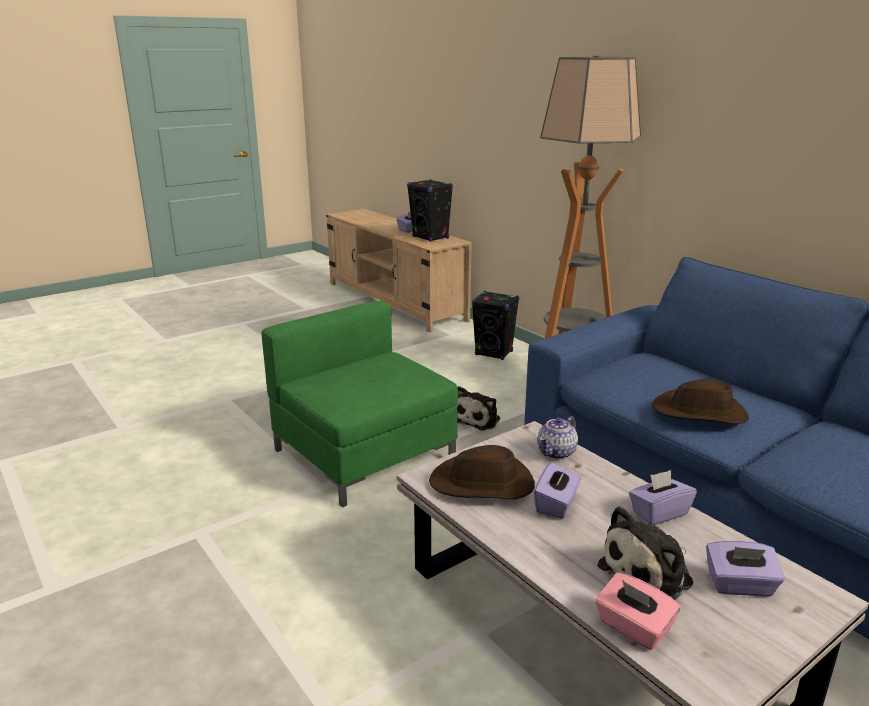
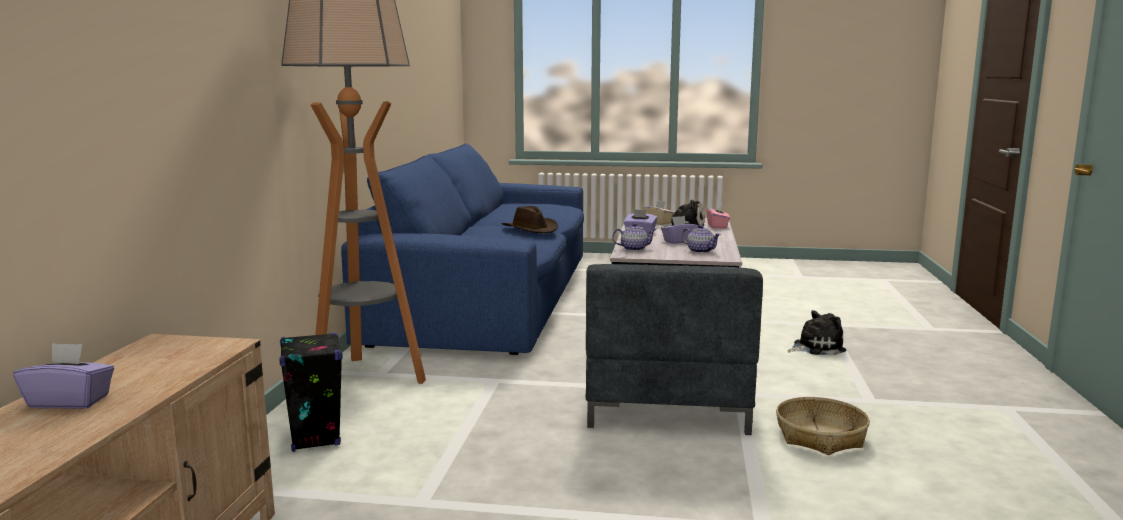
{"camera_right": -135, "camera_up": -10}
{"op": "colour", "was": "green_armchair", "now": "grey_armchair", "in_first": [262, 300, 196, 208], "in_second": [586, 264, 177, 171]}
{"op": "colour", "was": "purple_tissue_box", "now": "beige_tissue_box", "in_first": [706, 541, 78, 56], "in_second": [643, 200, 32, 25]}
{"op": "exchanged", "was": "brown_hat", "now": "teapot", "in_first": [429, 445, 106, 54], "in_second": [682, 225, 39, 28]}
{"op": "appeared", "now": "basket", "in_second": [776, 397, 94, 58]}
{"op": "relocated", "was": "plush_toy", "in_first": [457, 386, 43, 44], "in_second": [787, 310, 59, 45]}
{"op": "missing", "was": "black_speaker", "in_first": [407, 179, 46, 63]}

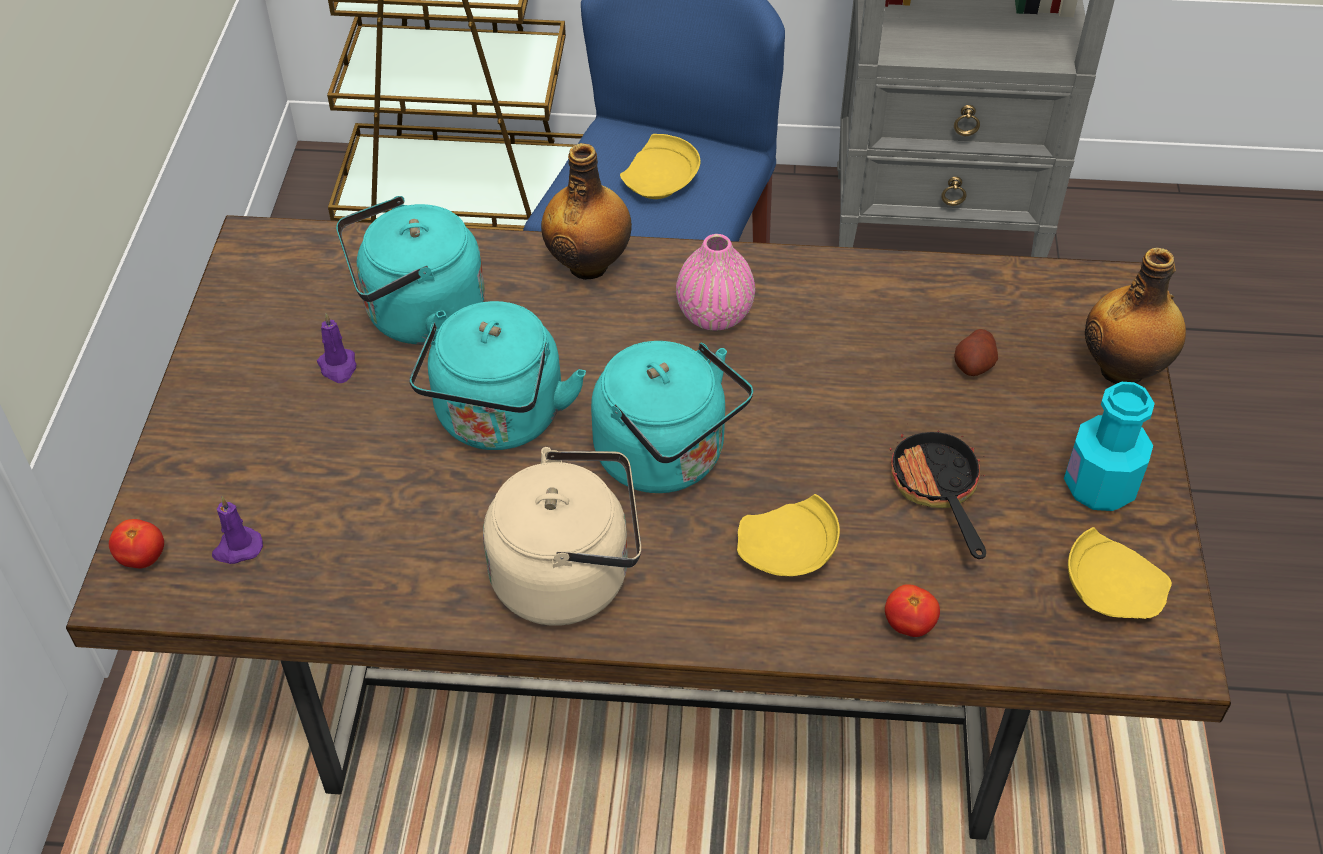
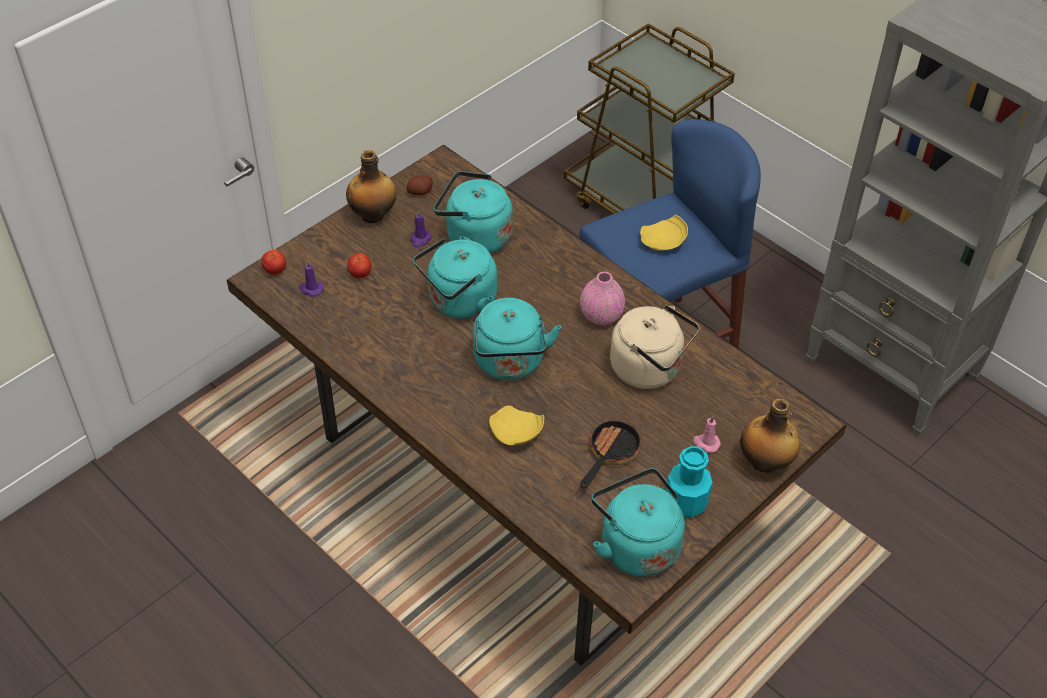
{"camera_right": 40, "camera_up": 0}
{"op": "relocated", "was": "bottle", "in_first": [541, 143, 91, 137], "in_second": [346, 150, 51, 73]}
{"op": "relocated", "was": "tomato", "in_first": [885, 584, 55, 53], "in_second": [347, 253, 25, 25]}
{"op": "relocated", "was": "potato", "in_first": [954, 329, 44, 47], "in_second": [407, 175, 26, 20]}
{"op": "exchanged", "was": "yellow_plate", "now": "turquoise_kettle", "in_first": [1068, 527, 104, 92], "in_second": [591, 468, 94, 109]}
{"op": "relocated", "was": "beige_kettle", "in_first": [483, 447, 158, 179], "in_second": [610, 305, 90, 84]}
{"op": "appeared", "now": "pink_candle", "in_second": [693, 416, 28, 37]}

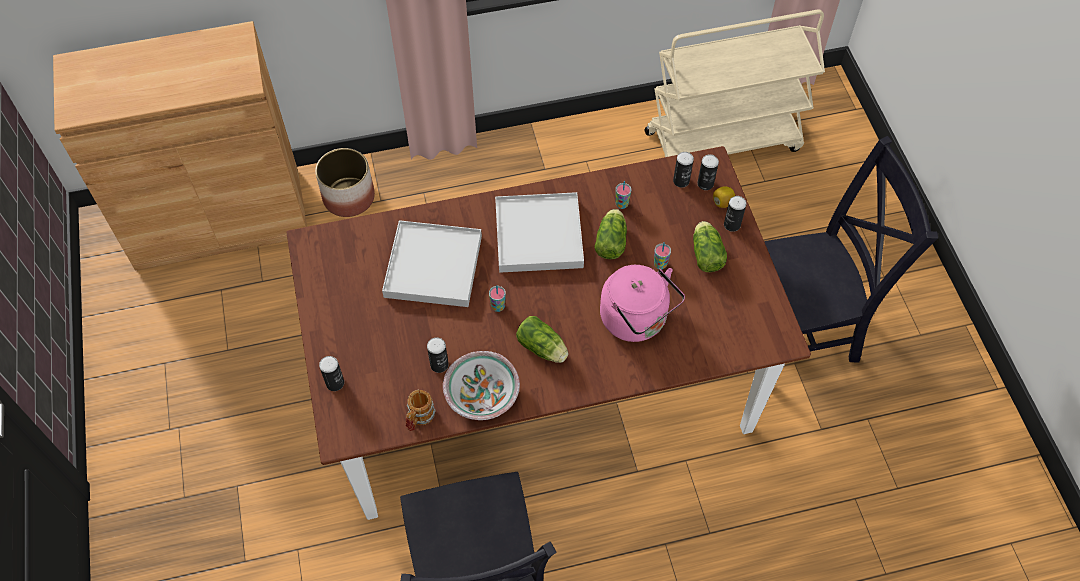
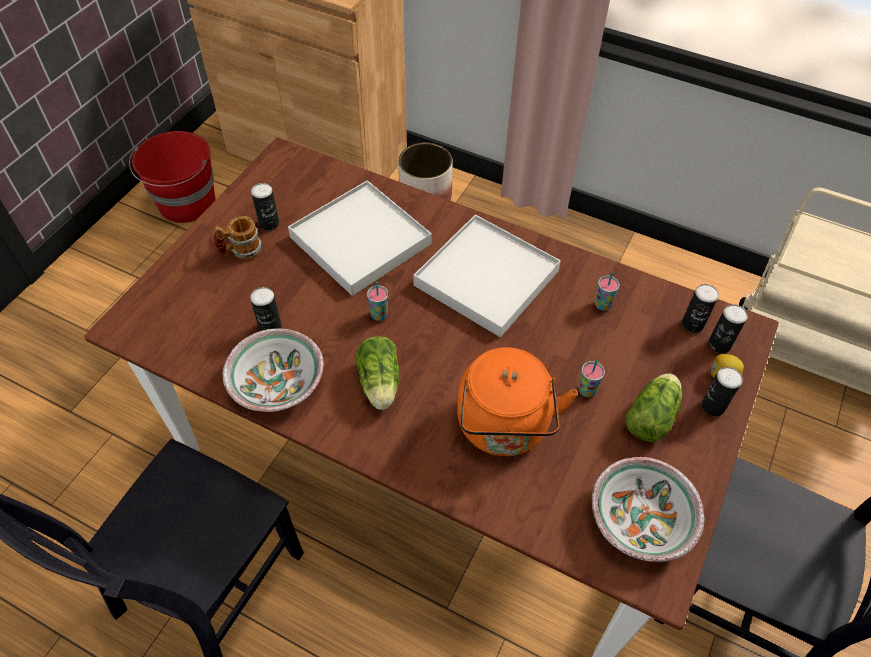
{"camera_right": 40, "camera_up": -5}
{"op": "appeared", "now": "red_bucket", "in_second": [129, 131, 87, 92]}
{"op": "relocated", "was": "mug", "in_first": [406, 390, 30, 41], "in_second": [214, 216, 48, 44]}
{"op": "relocated", "was": "can", "in_first": [319, 356, 25, 35], "in_second": [251, 183, 28, 48]}
{"op": "colour", "was": "pink_kettle", "now": "orange_kettle", "in_first": [600, 265, 85, 77], "in_second": [457, 347, 121, 109]}
{"op": "appeared", "now": "bowl", "in_second": [592, 457, 112, 105]}
{"op": "missing", "was": "lettuce", "in_first": [595, 209, 32, 50]}

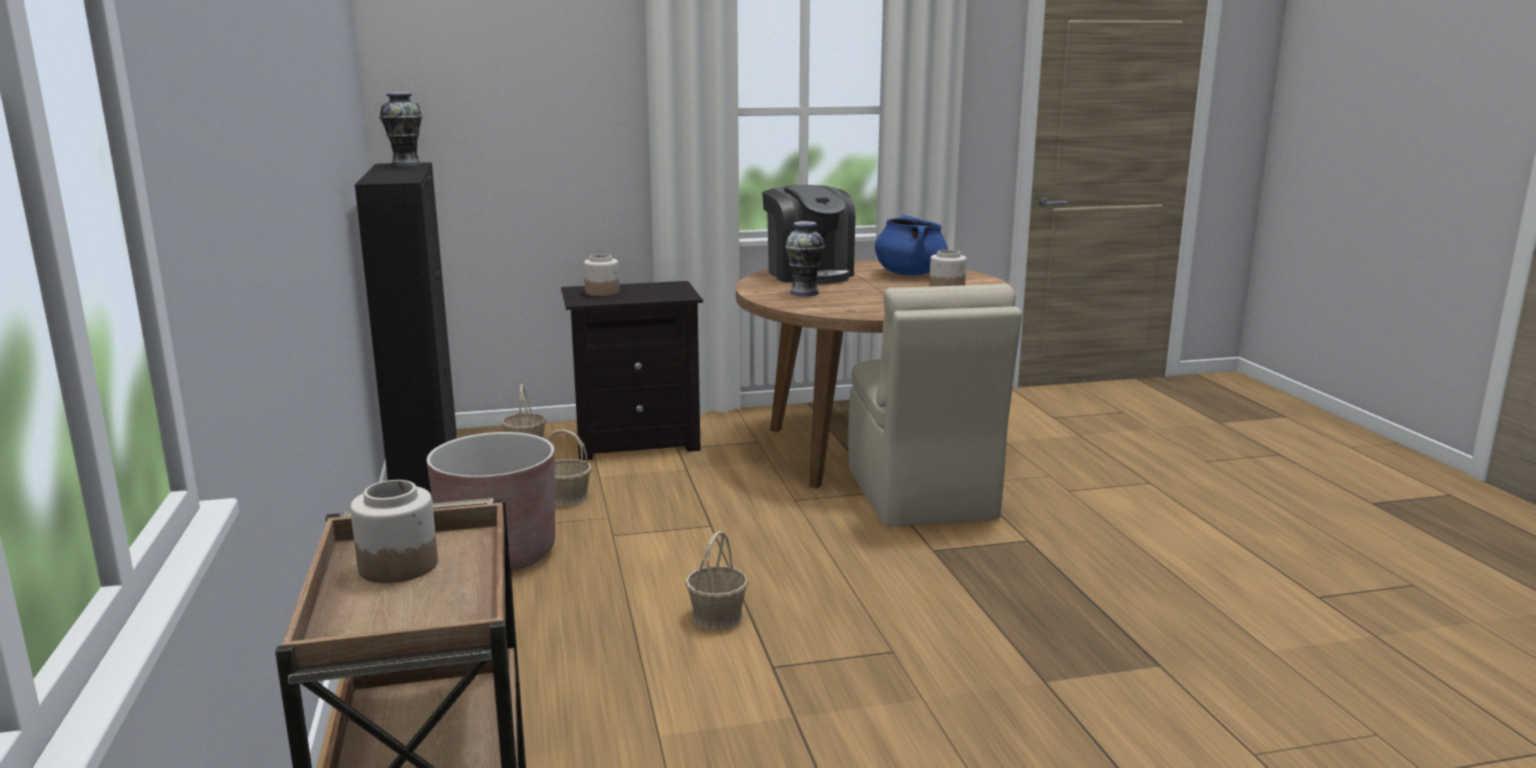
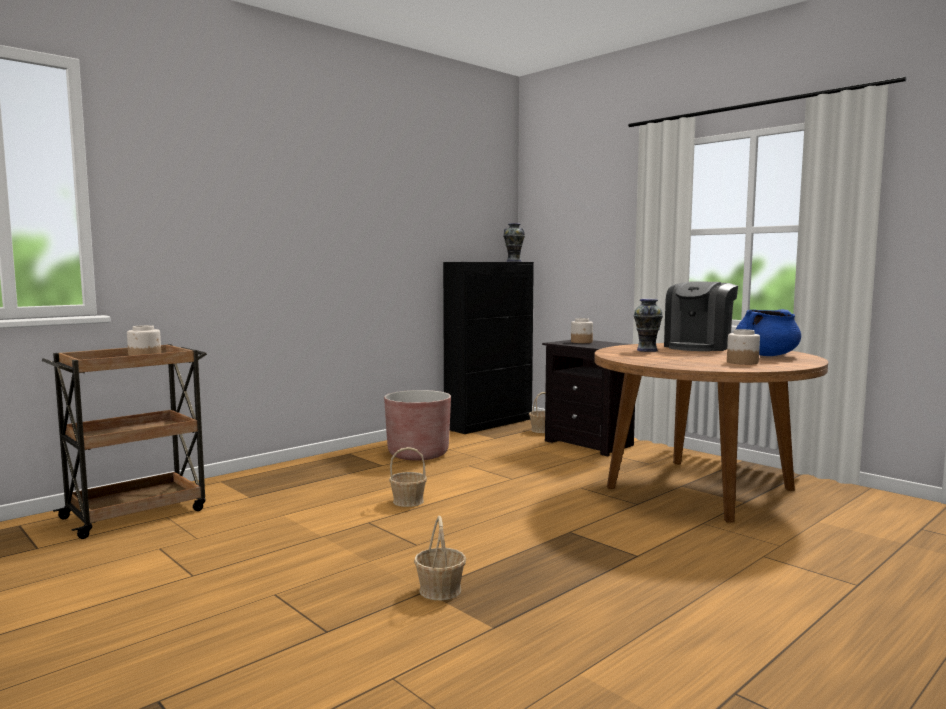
{"camera_right": 60, "camera_up": -10}
{"op": "relocated", "was": "basket", "in_first": [547, 429, 45, 77], "in_second": [414, 516, 52, 84]}
{"op": "missing", "was": "beige_chair", "in_first": [848, 284, 174, 243]}

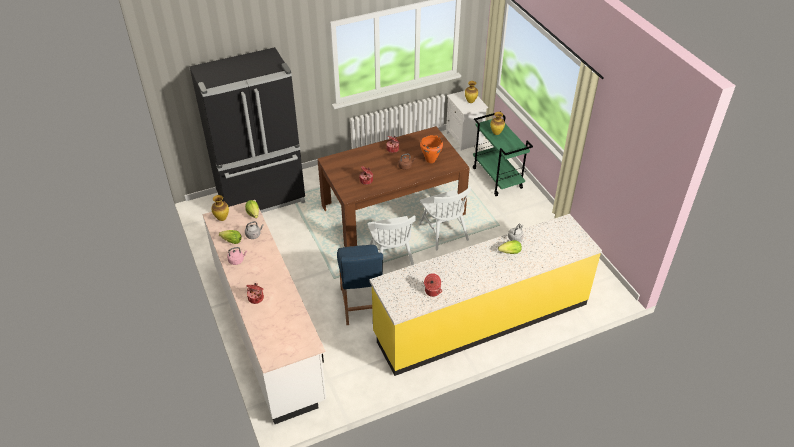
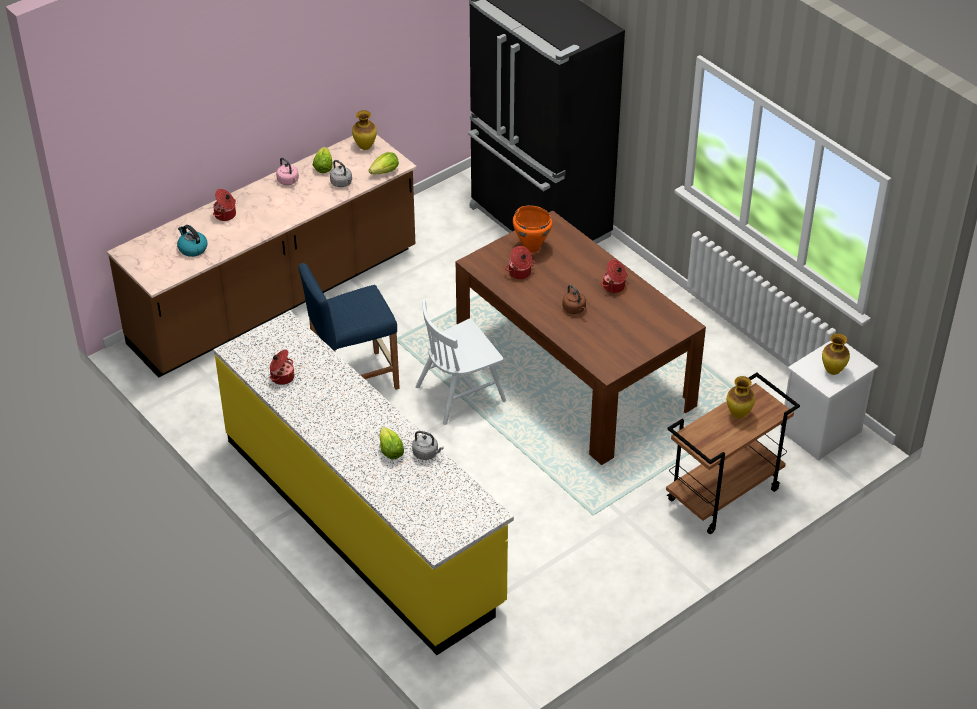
{"camera_right": 75, "camera_up": 0}
{"op": "colour", "was": "white_counter", "now": "brown_counter", "in_first": [203, 200, 123, 224], "in_second": [107, 135, 310, 242]}
{"op": "appeared", "now": "kettle", "in_second": [177, 225, 30, 32]}
{"op": "relocated", "was": "orange_cooking_pot", "in_first": [420, 135, 23, 28], "in_second": [513, 205, 39, 48]}
{"op": "colour", "was": "green_cart", "now": "brown_cart", "in_first": [473, 111, 60, 85], "in_second": [666, 373, 134, 161]}
{"op": "missing", "was": "white_chair", "in_first": [419, 187, 52, 63]}

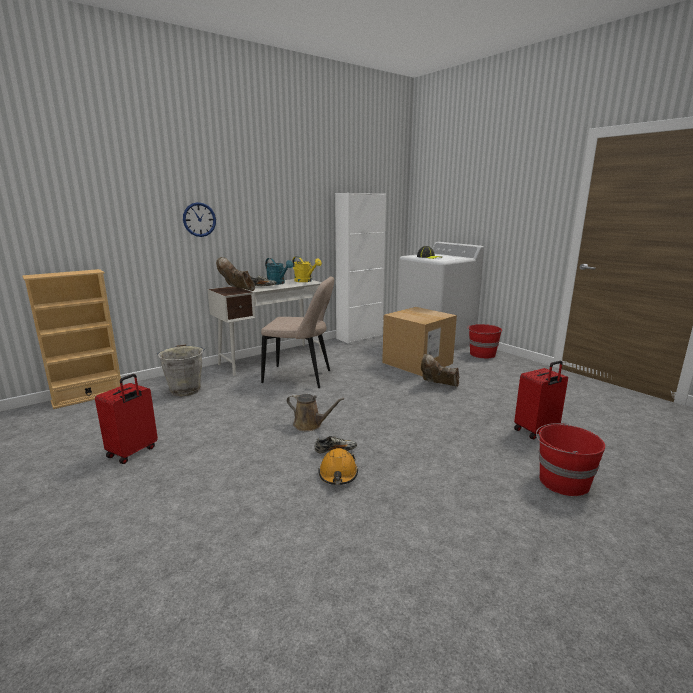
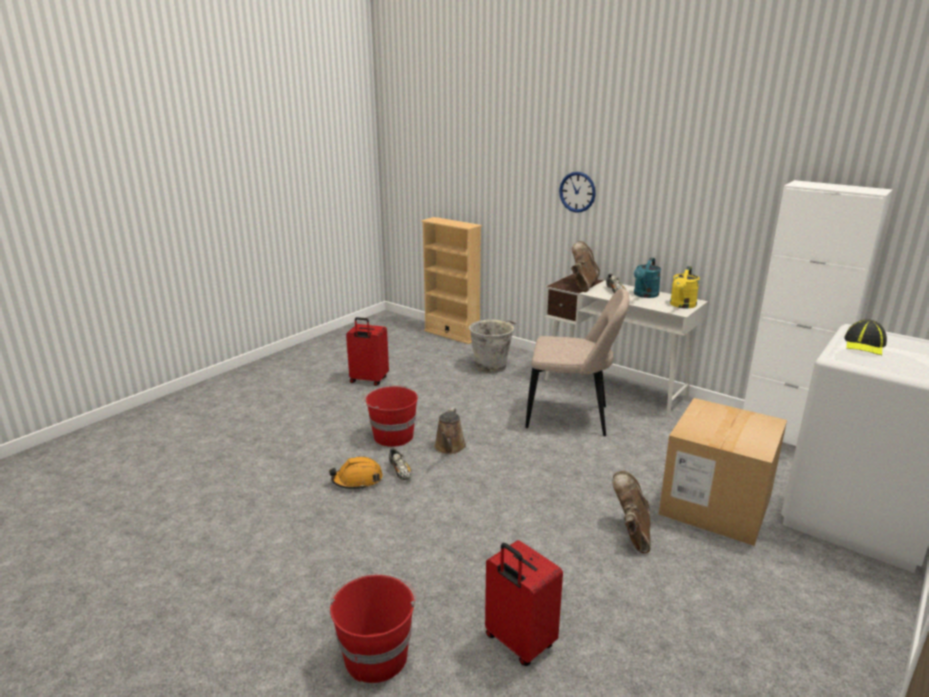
{"camera_right": 75, "camera_up": 5}
{"op": "relocated", "was": "red_bucket", "in_first": [467, 324, 35, 35], "in_second": [363, 385, 55, 62]}
{"op": "spun", "was": "beige_chair", "in_first": [261, 276, 73, 112], "in_second": [525, 288, 105, 148], "clockwise": -75}

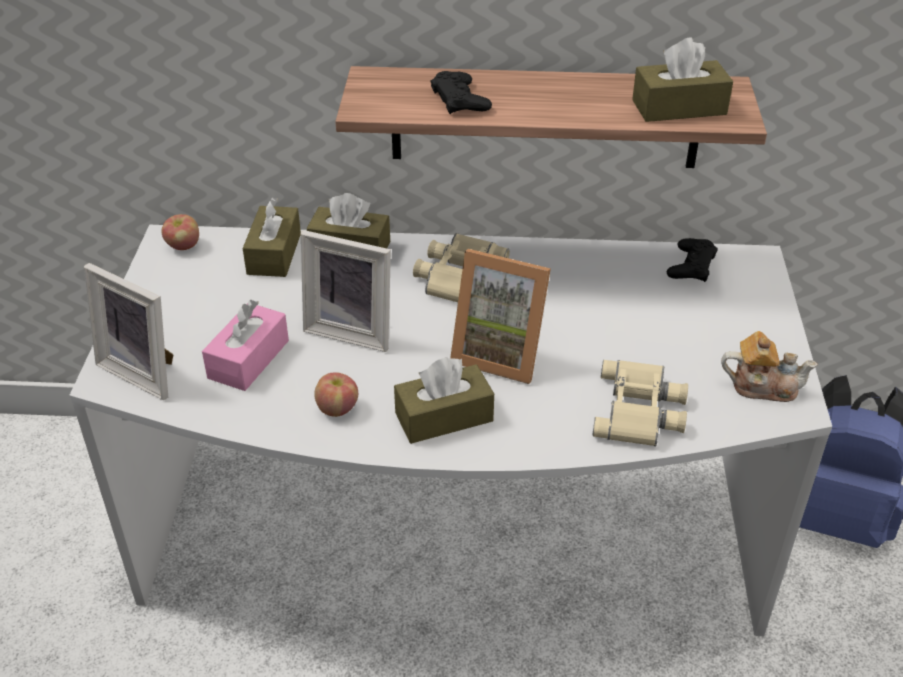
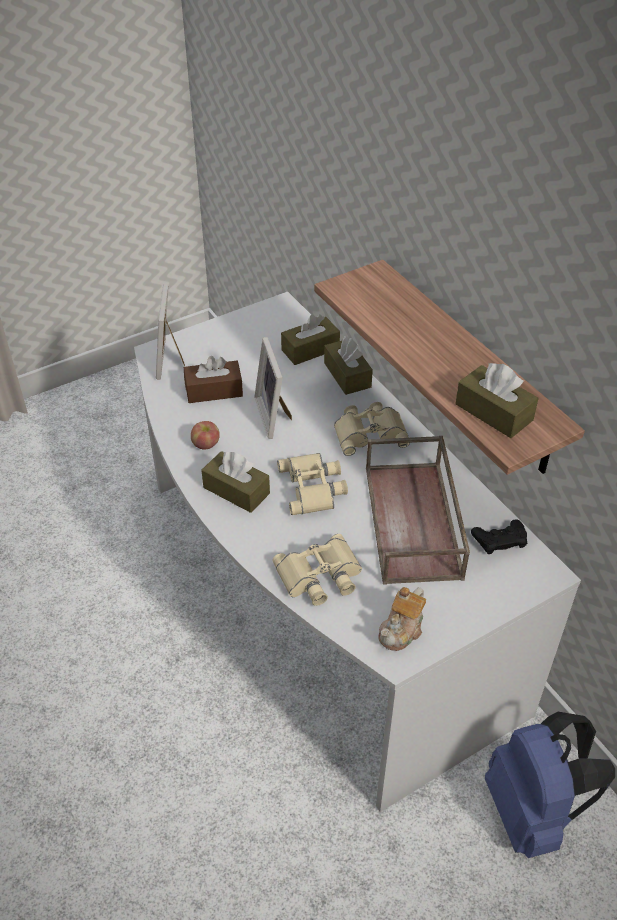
{"camera_right": 55, "camera_up": 5}
{"op": "colour", "was": "pink_tissue_box", "now": "brown_tissue_box", "in_first": [202, 300, 87, 91], "in_second": [184, 356, 59, 47]}
{"op": "exchanged", "was": "picture_frame", "now": "beige_binoculars", "in_first": [450, 249, 101, 135], "in_second": [277, 453, 71, 62]}
{"op": "appeared", "now": "brown_tray", "in_second": [366, 436, 104, 149]}
{"op": "spun", "was": "teapot", "in_first": [721, 331, 97, 71], "in_second": [378, 587, 48, 64], "clockwise": 60}
{"op": "missing", "was": "apple", "in_first": [161, 214, 38, 36]}
{"op": "missing", "was": "black_game_controller", "in_first": [430, 71, 62, 43]}

